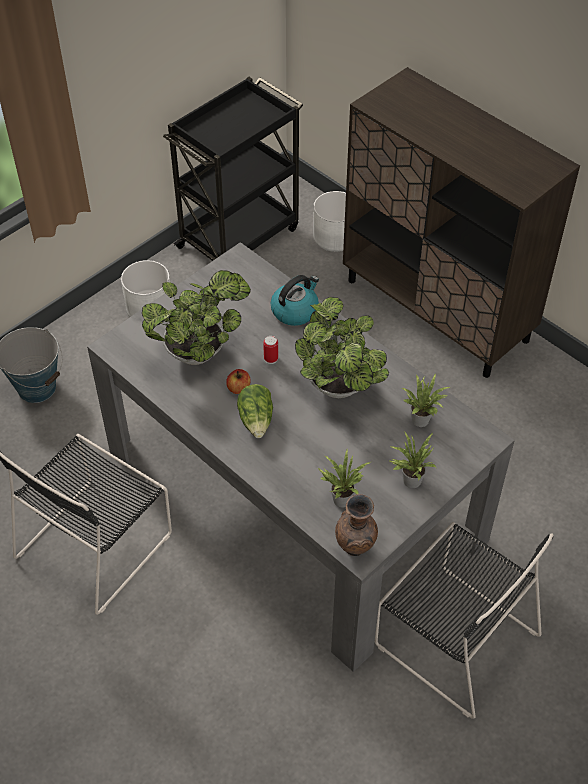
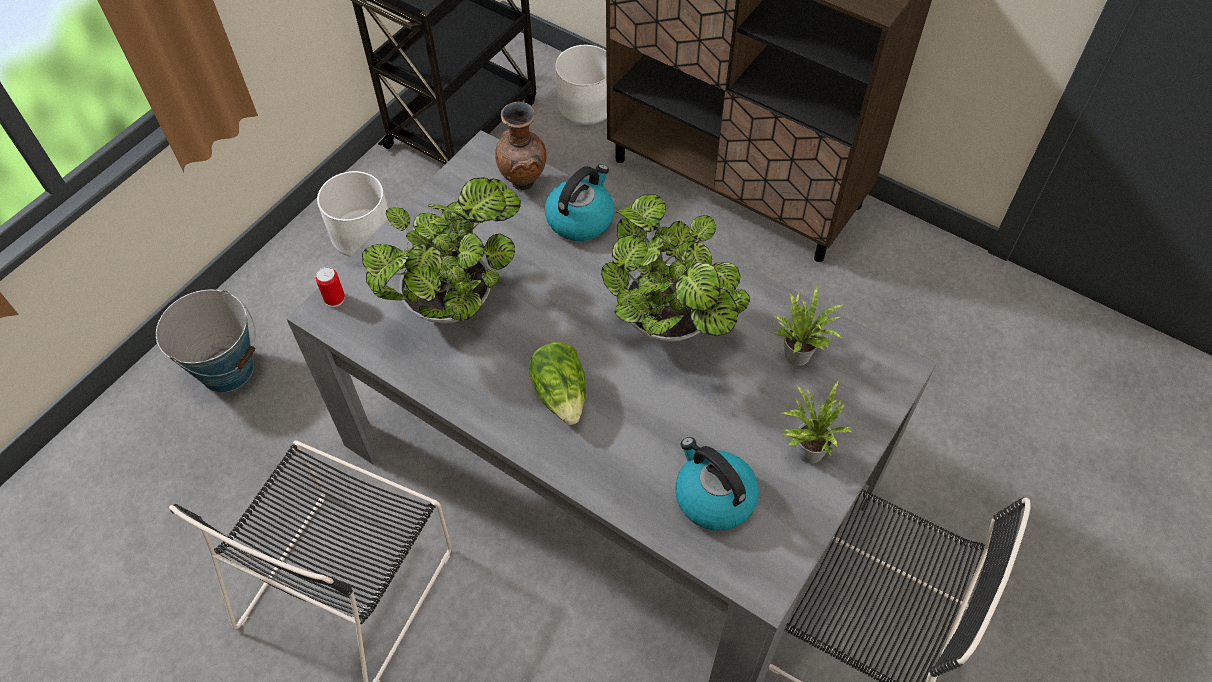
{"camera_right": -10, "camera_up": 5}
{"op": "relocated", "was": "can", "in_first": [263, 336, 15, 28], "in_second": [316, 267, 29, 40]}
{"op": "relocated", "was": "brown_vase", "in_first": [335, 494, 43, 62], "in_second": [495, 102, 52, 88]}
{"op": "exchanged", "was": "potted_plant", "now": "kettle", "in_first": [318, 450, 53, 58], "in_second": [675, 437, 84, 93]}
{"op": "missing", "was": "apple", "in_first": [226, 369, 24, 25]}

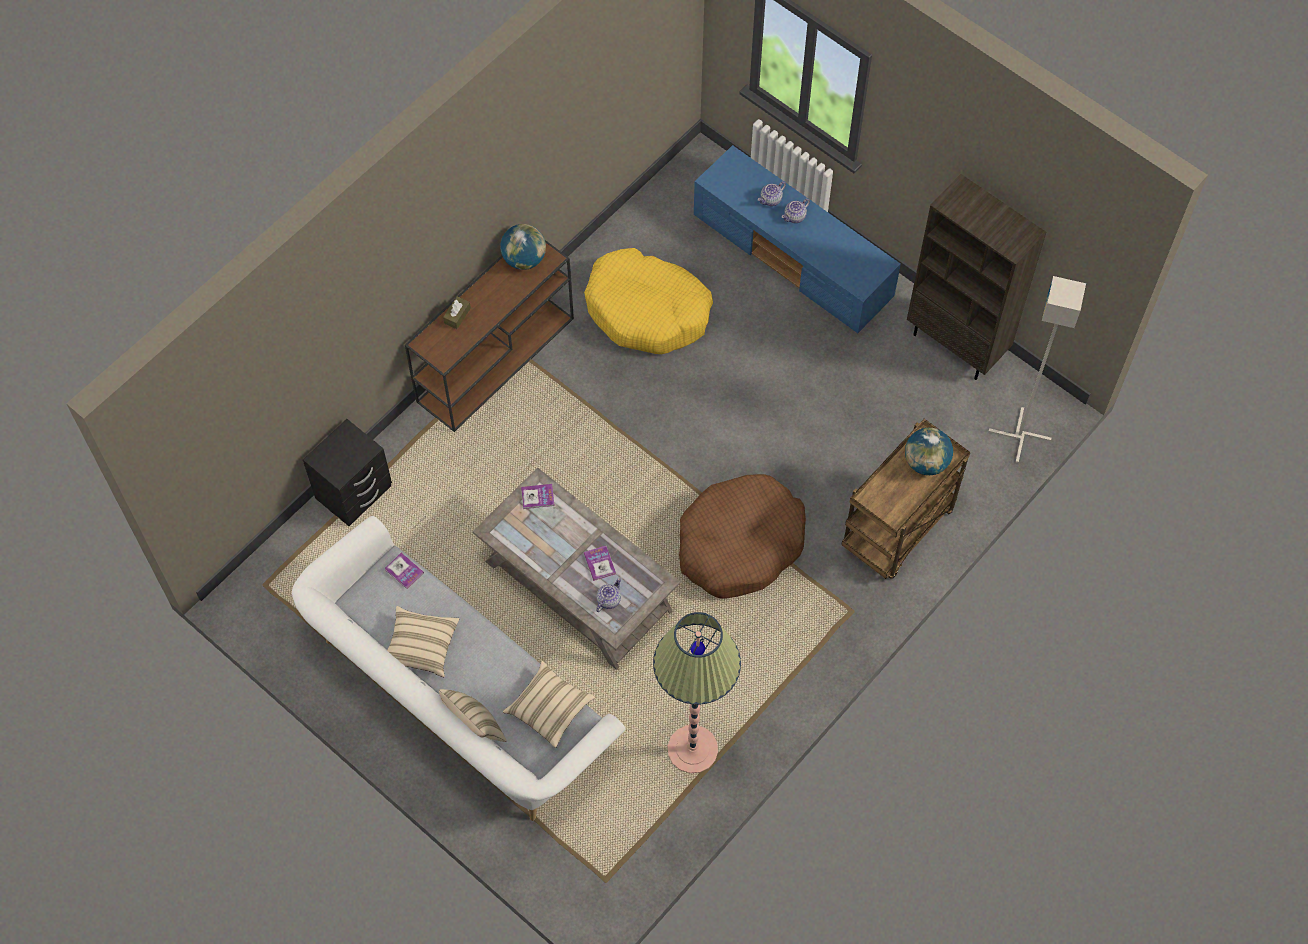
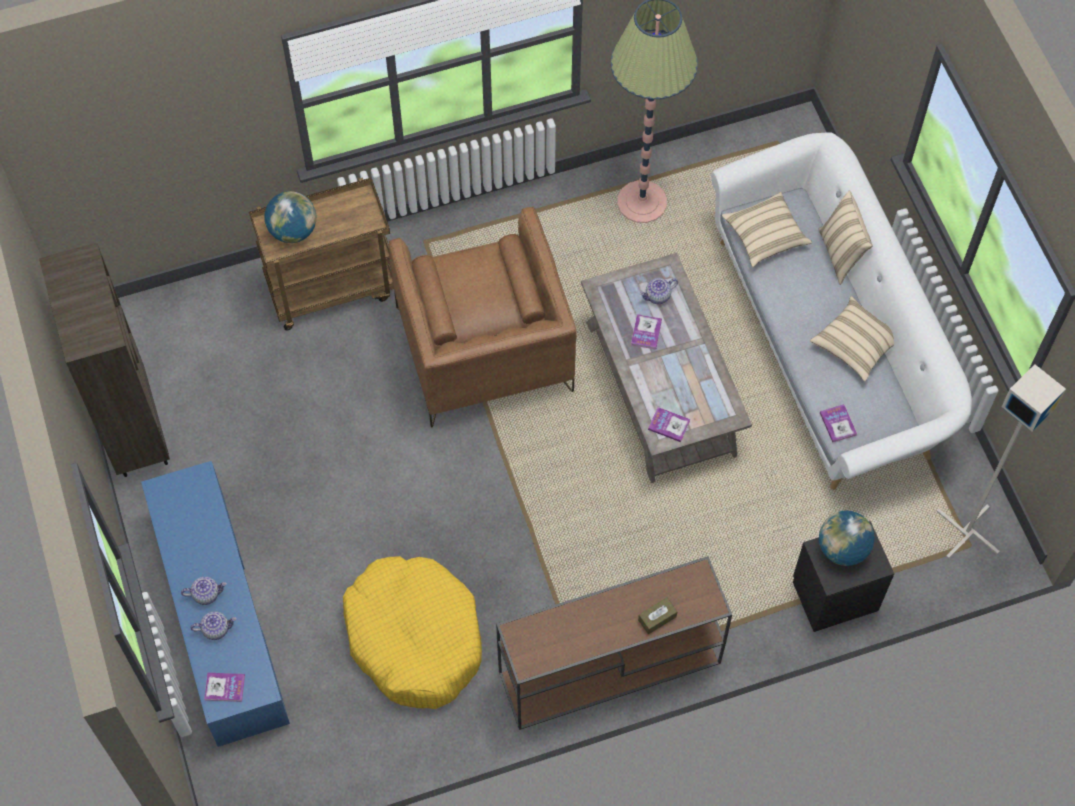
{"camera_right": -150, "camera_up": 0}
{"op": "appeared", "now": "book", "in_second": [204, 673, 41, 29]}
{"op": "exchanged", "was": "brown_dog_bed", "now": "brown_armchair", "in_first": [679, 474, 127, 125], "in_second": [389, 207, 188, 221]}
{"op": "relocated", "was": "globe", "in_first": [500, 224, 46, 46], "in_second": [819, 511, 56, 55]}
{"op": "relocated", "was": "grey_floor_lamp", "in_first": [988, 276, 98, 187], "in_second": [937, 364, 129, 195]}

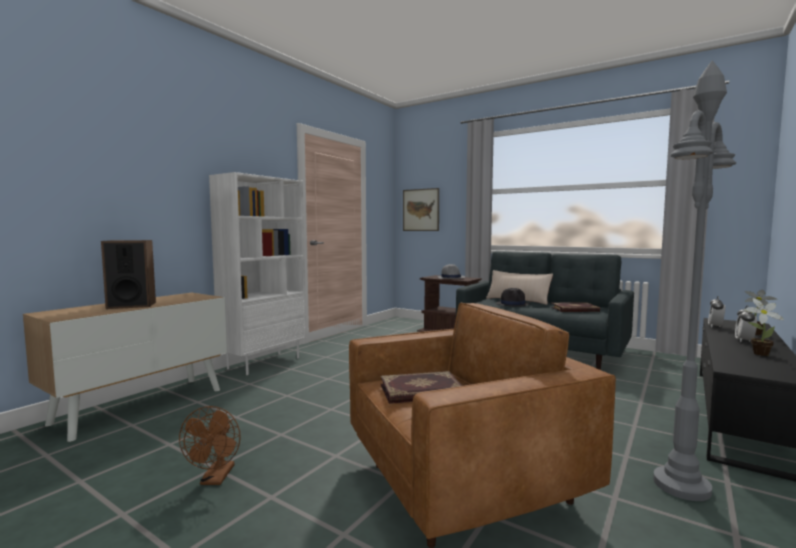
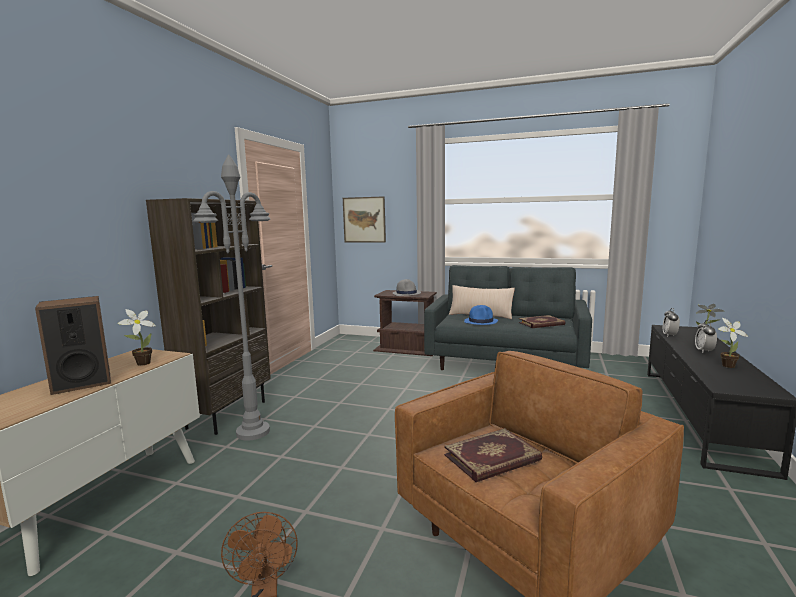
{"camera_right": -15, "camera_up": 5}
{"op": "appeared", "now": "potted_plant", "in_second": [118, 309, 38, 57]}
{"op": "colour", "was": "white_bookcase", "now": "brown_bookcase", "in_first": [209, 172, 97, 203], "in_second": [146, 198, 125, 237]}
{"op": "relocated", "was": "grey_floor_lamp", "in_first": [653, 60, 83, 441], "in_second": [193, 154, 78, 287]}
{"op": "colour", "was": "black_hat", "now": "blue_hat", "in_first": [496, 288, 34, 19], "in_second": [464, 305, 34, 20]}

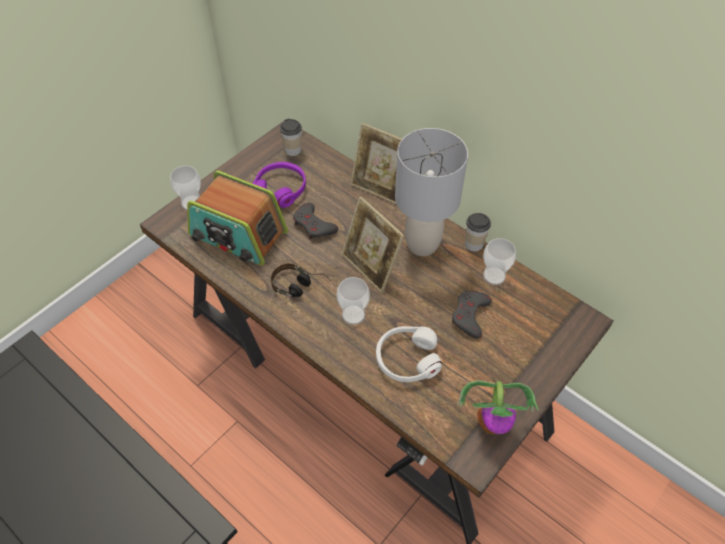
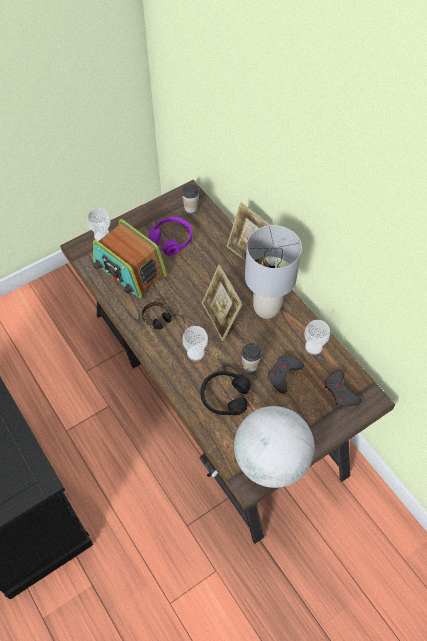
{"camera_right": 15, "camera_up": 5}
{"op": "colour", "was": "white_headphones", "now": "black_headphones", "in_first": [376, 326, 66, 56], "in_second": [200, 371, 51, 44]}
{"op": "exchanged", "was": "potted_plant", "now": "globe", "in_first": [457, 380, 82, 54], "in_second": [234, 406, 81, 82]}
{"op": "relocated", "was": "cup", "in_first": [465, 213, 26, 38], "in_second": [241, 343, 21, 29]}
{"op": "relocated", "was": "grey_game_controller", "in_first": [293, 203, 45, 36], "in_second": [325, 370, 37, 36]}

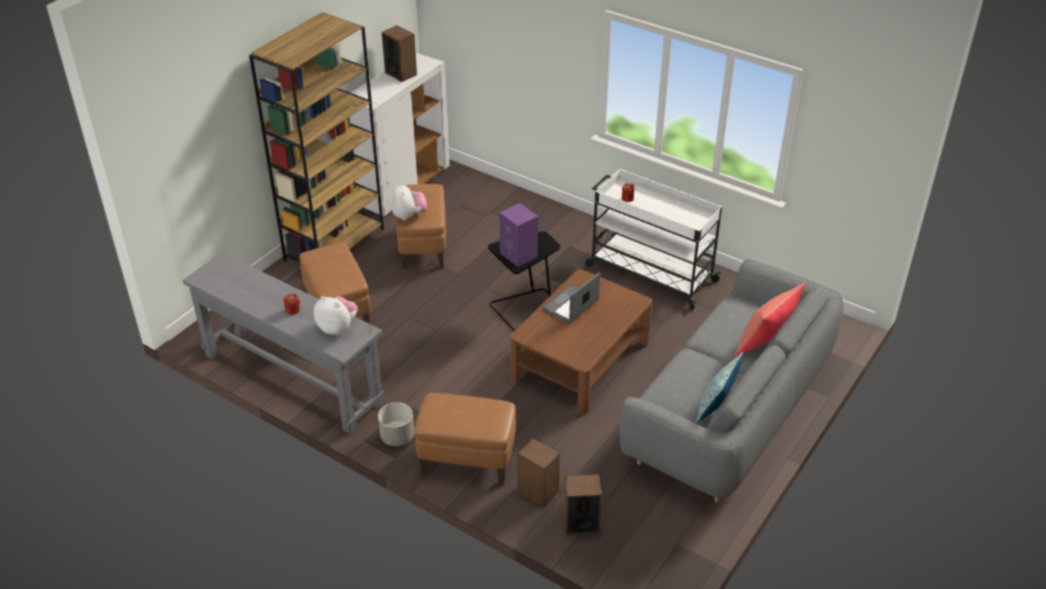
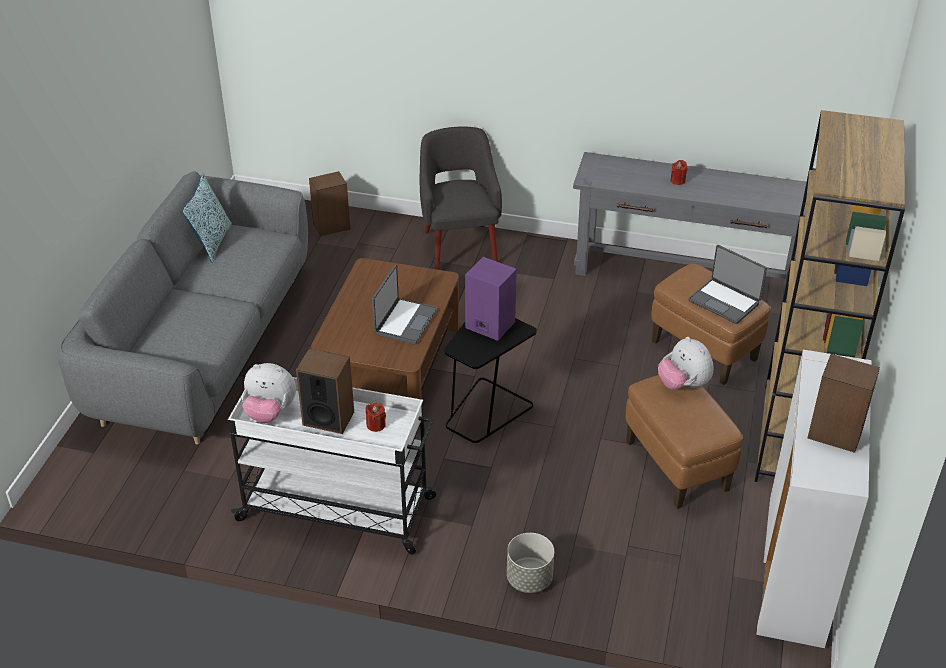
{"camera_right": 160, "camera_up": 0}
{"op": "relocated", "was": "plush_toy", "in_first": [314, 296, 44, 39], "in_second": [242, 363, 54, 60]}
{"op": "relocated", "was": "speaker", "in_first": [517, 439, 43, 68], "in_second": [296, 348, 58, 86]}
{"op": "exchanged", "was": "brown_ottoman", "now": "grey_armchair", "in_first": [415, 393, 101, 91], "in_second": [420, 127, 82, 143]}
{"op": "relocated", "was": "grey_planter", "in_first": [378, 402, 36, 44], "in_second": [507, 533, 47, 60]}
{"op": "appeared", "now": "laptop", "in_second": [688, 245, 79, 79]}
{"op": "missing", "was": "red_pillow", "in_first": [734, 284, 71, 73]}

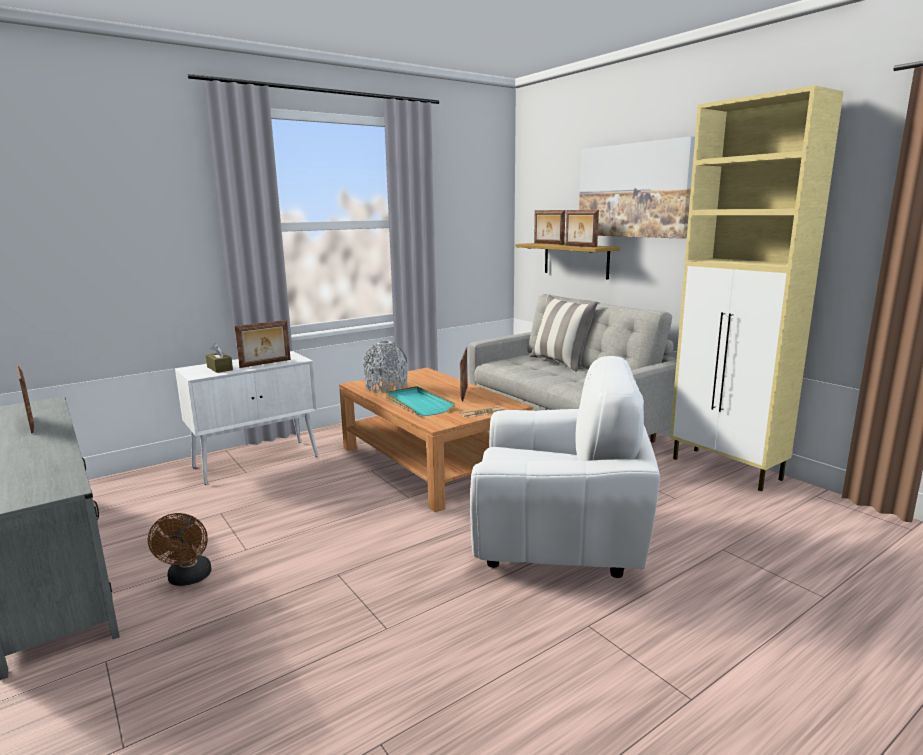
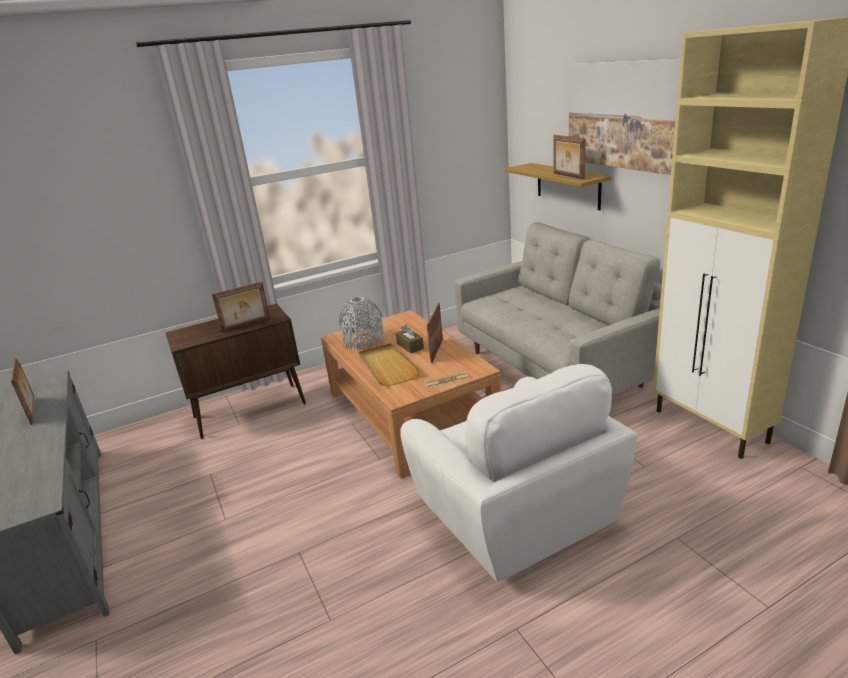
{"camera_right": 10, "camera_up": 10}
{"op": "colour", "was": "white_cabinet", "now": "brown_cabinet", "in_first": [175, 351, 143, 134], "in_second": [166, 303, 140, 136]}
{"op": "colour", "was": "turquoise_tray", "now": "beige_tray", "in_first": [385, 386, 70, 30], "in_second": [358, 343, 62, 43]}
{"op": "relocated", "was": "brown_tissue_box", "in_first": [206, 343, 27, 30], "in_second": [396, 324, 28, 29]}
{"op": "spun", "was": "white_armchair", "in_first": [470, 356, 190, 222], "in_second": [400, 364, 237, 218], "clockwise": 45}
{"op": "missing", "was": "brown_fan", "in_first": [148, 513, 64, 73]}
{"op": "missing", "was": "pillow", "in_first": [530, 295, 68, 77]}
{"op": "missing", "was": "picture_frame", "in_first": [534, 210, 31, 35]}

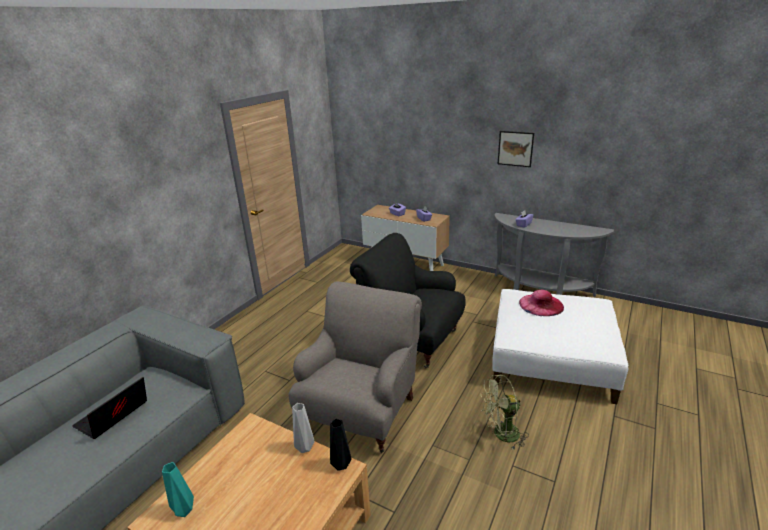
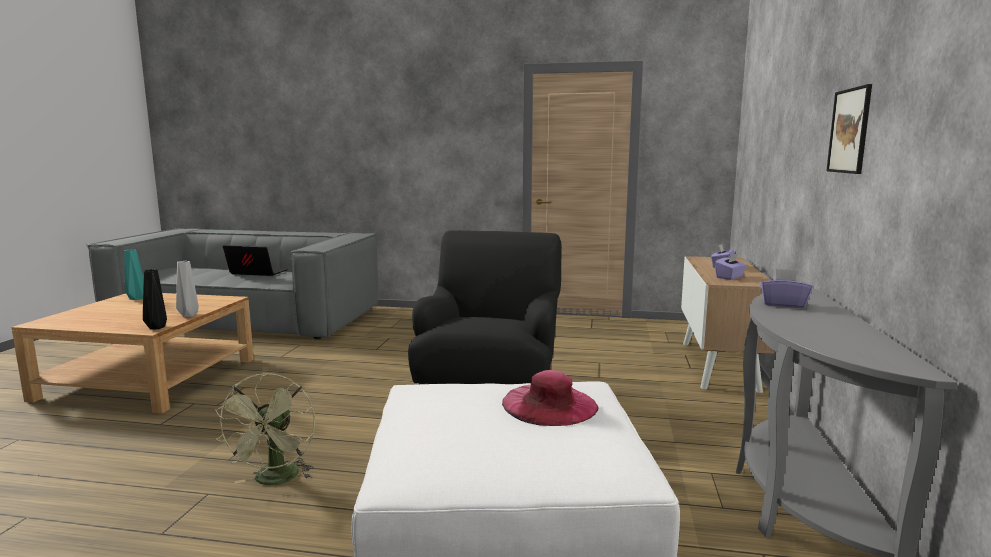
{"camera_right": 70, "camera_up": -15}
{"op": "spun", "was": "green_fan", "in_first": [481, 374, 48, 77], "in_second": [215, 373, 100, 112], "clockwise": -150}
{"op": "missing", "was": "grey_armchair", "in_first": [289, 282, 133, 171]}

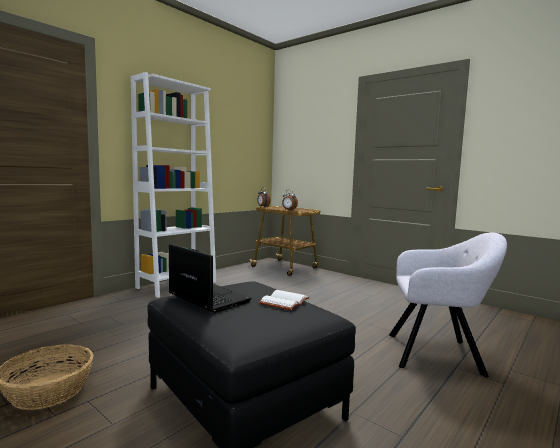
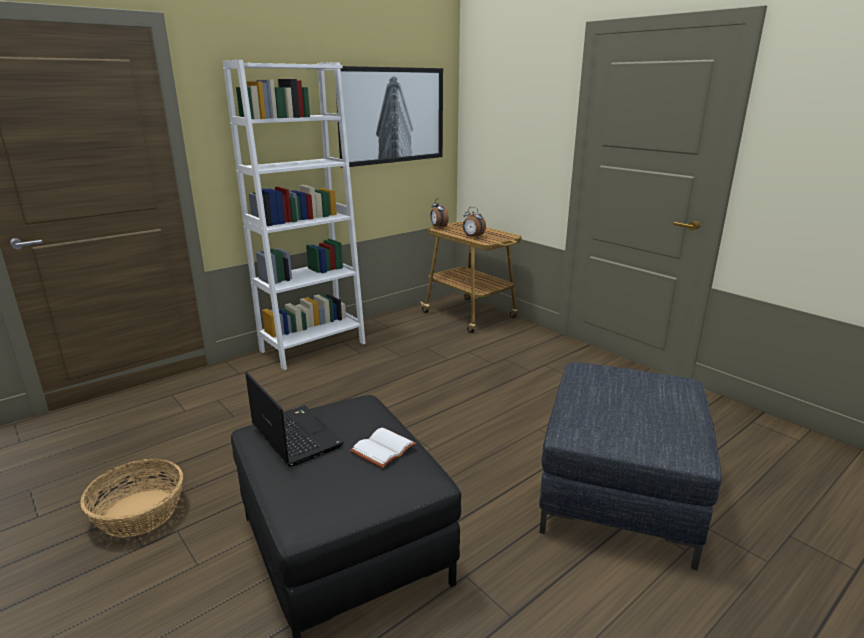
{"camera_right": 10, "camera_up": 15}
{"op": "appeared", "now": "picture", "in_second": [336, 66, 107, 102]}
{"op": "exchanged", "was": "grey_armchair", "now": "grey_ottoman", "in_first": [389, 233, 118, 144], "in_second": [539, 362, 183, 208]}

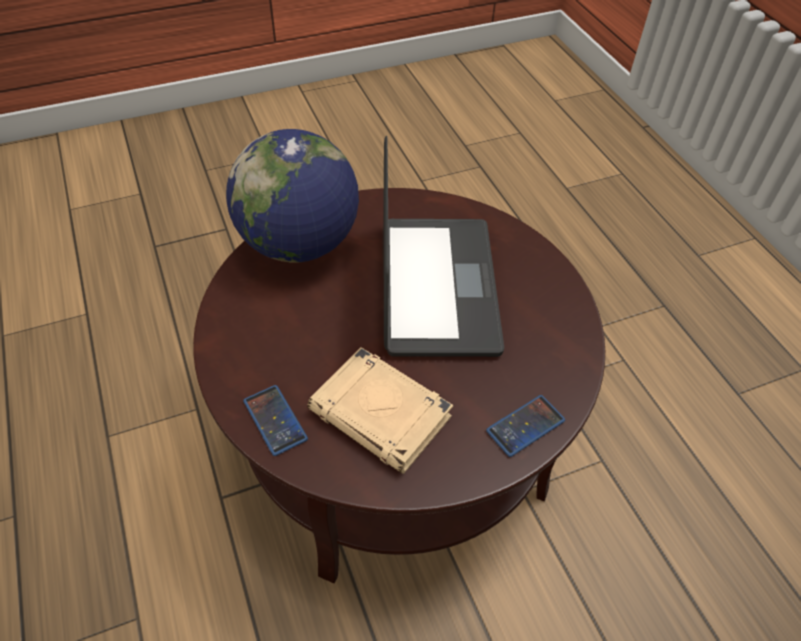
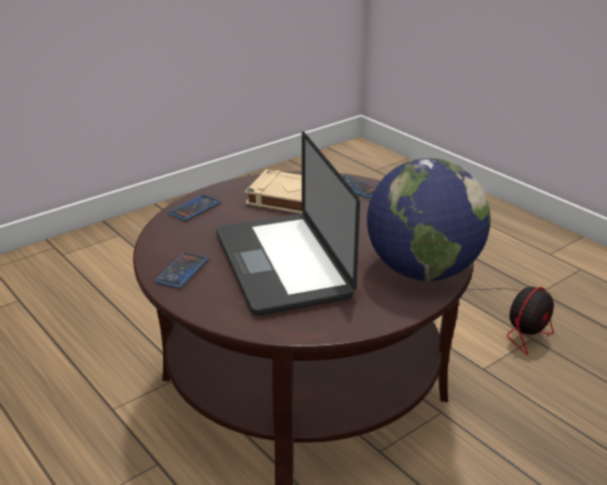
{"camera_right": 165, "camera_up": -20}
{"op": "appeared", "now": "phone", "in_second": [154, 252, 54, 36]}
{"op": "appeared", "now": "fan", "in_second": [466, 287, 88, 68]}

